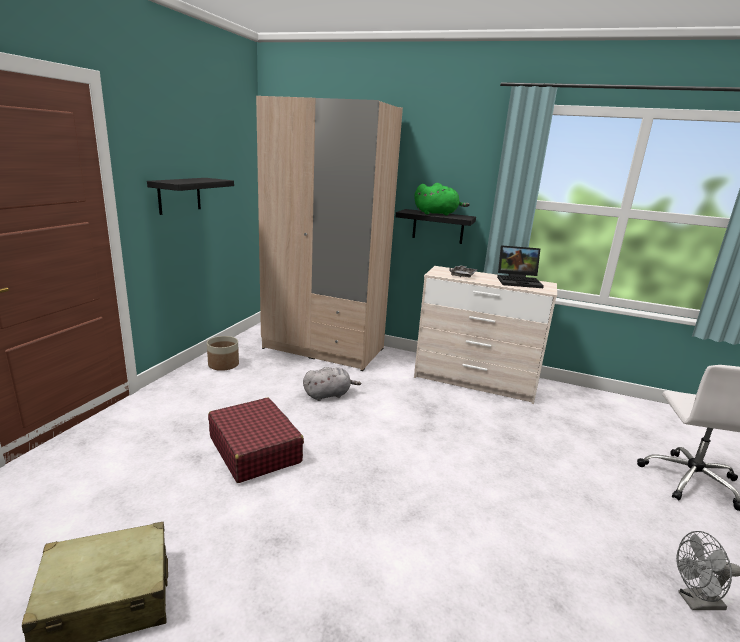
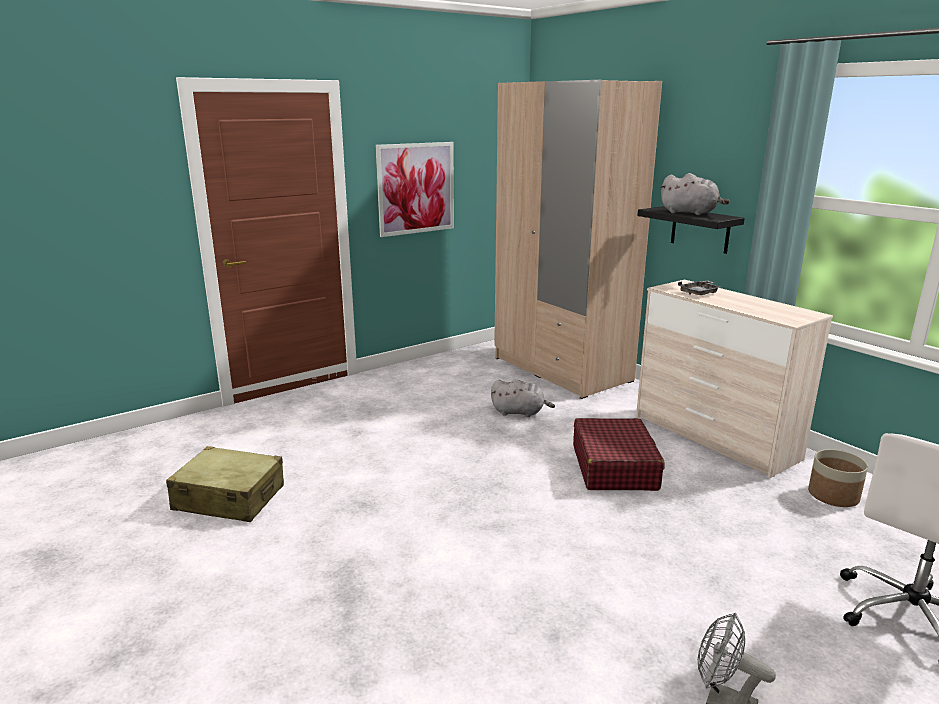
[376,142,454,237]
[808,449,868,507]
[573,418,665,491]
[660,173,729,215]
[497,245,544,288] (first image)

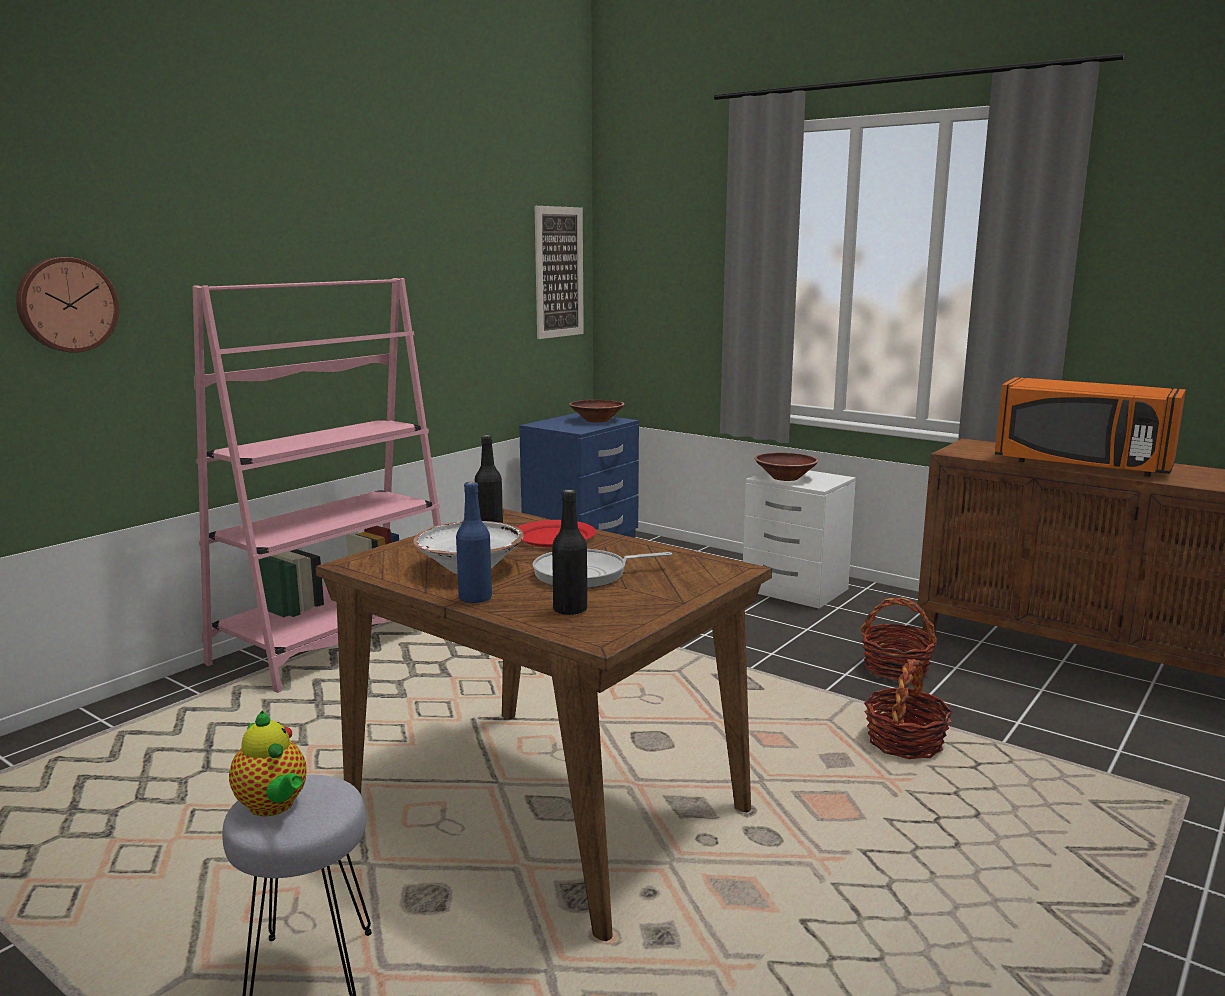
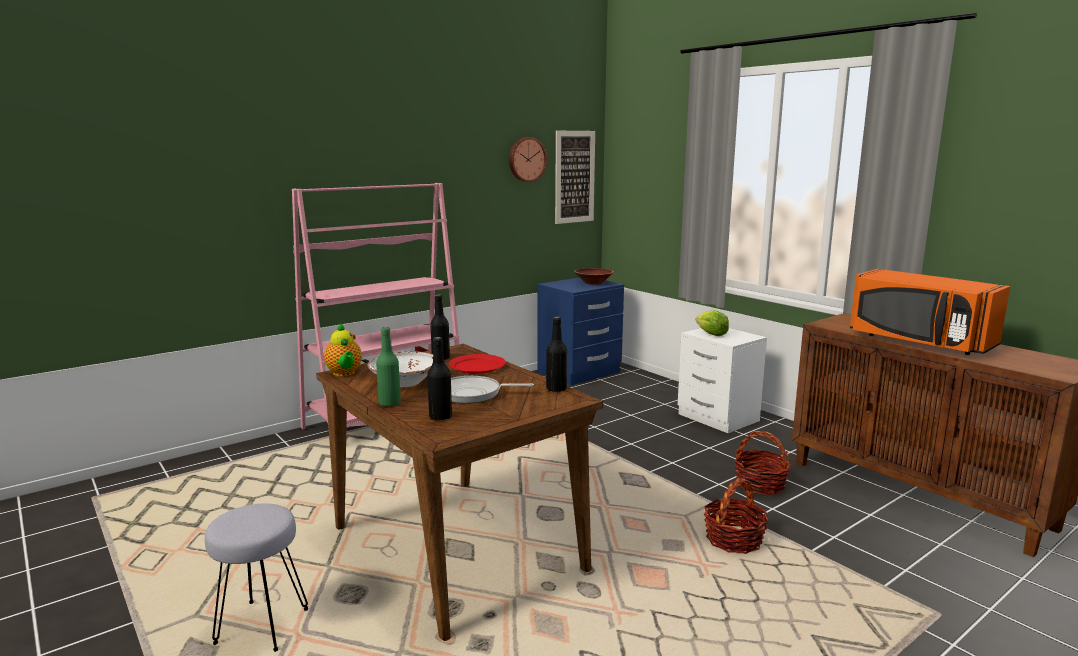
[509,137,547,182]
[324,322,362,376]
[376,327,401,407]
[696,310,729,336]
[546,317,567,392]

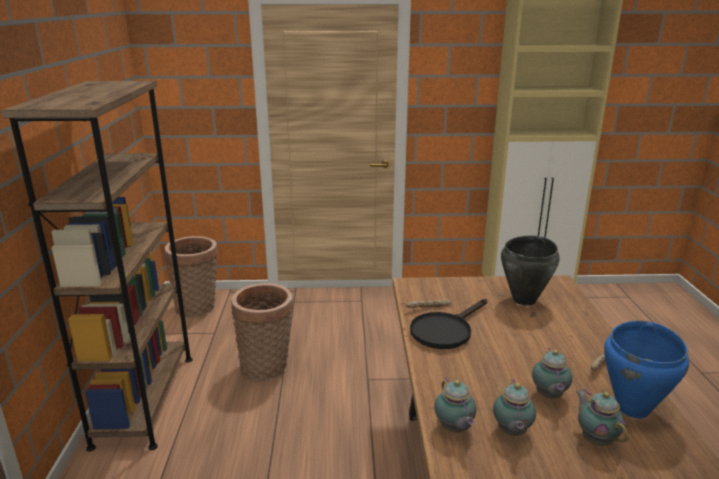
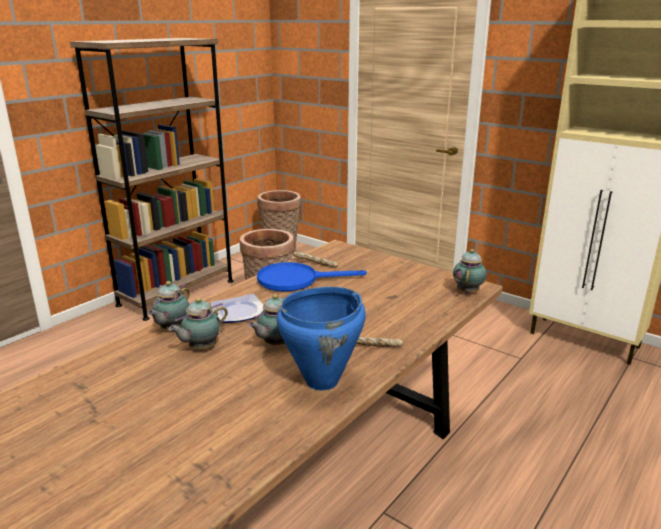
[257,262,367,292]
[501,236,559,306] (first image)
[453,249,487,294]
[210,294,263,323]

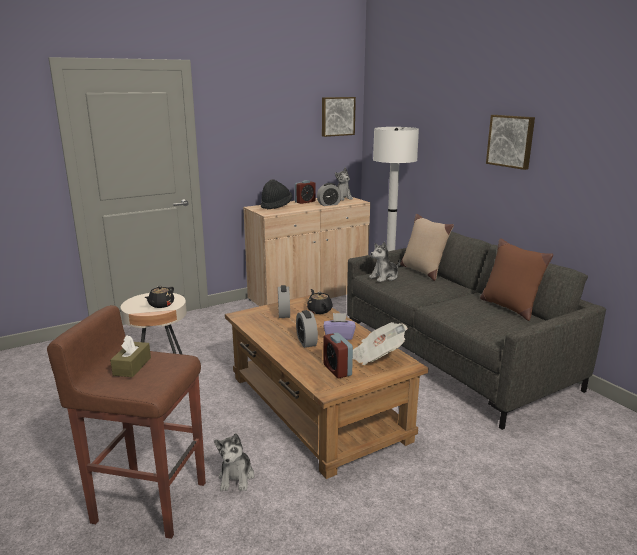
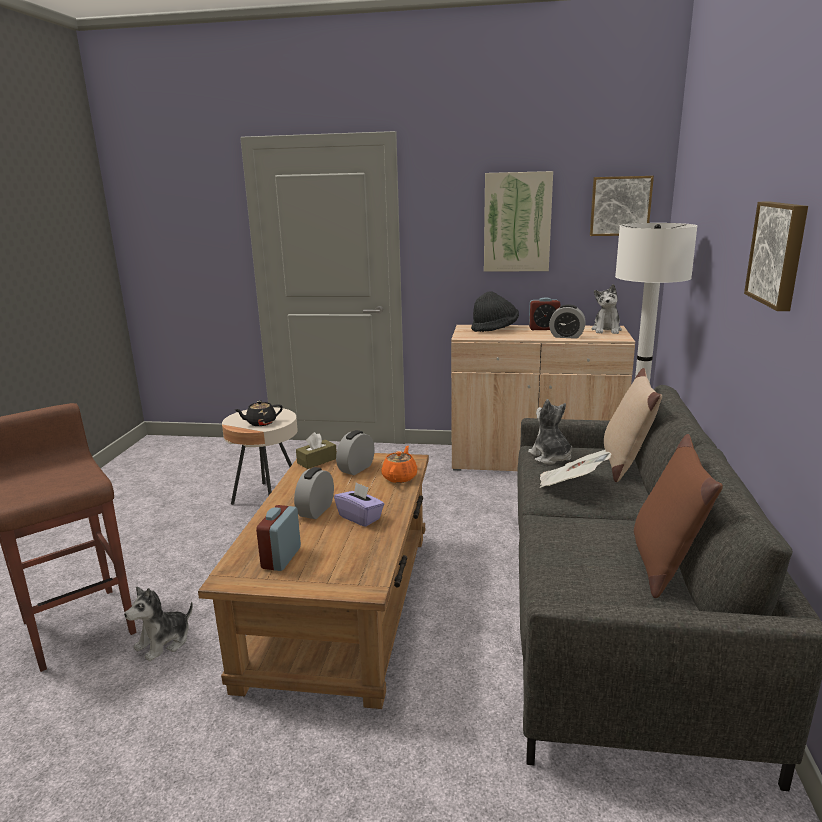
[296,432,337,469]
[381,446,417,483]
[540,450,611,488]
[528,399,572,465]
[484,171,553,272]

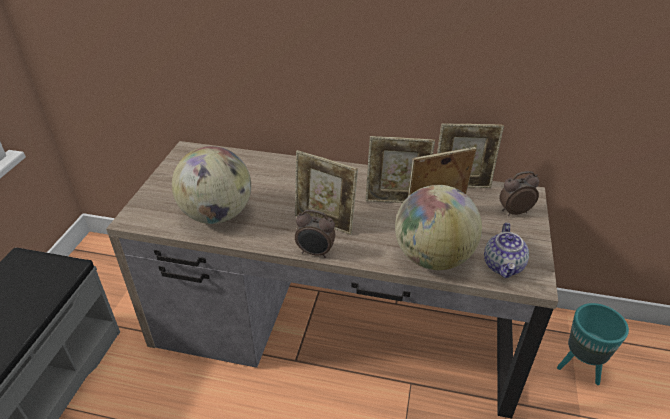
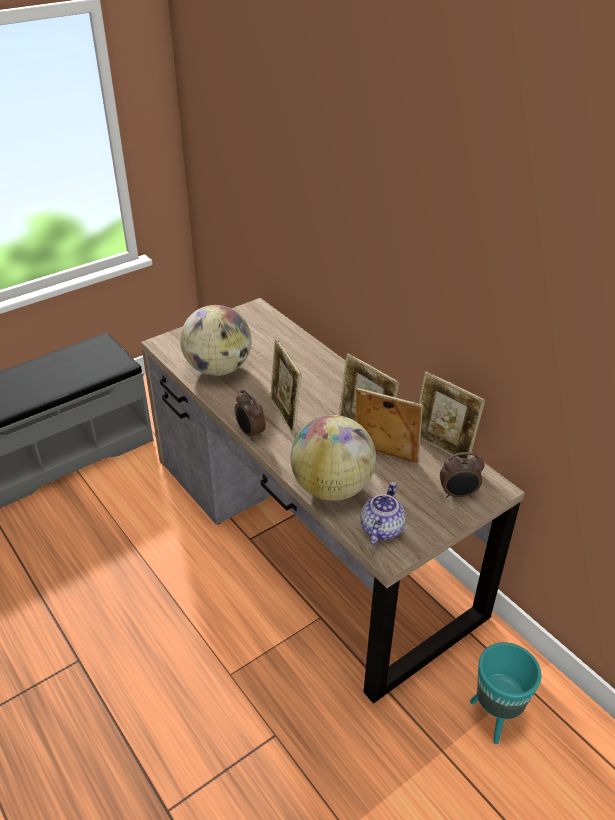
[360,482,406,545]
[440,452,485,498]

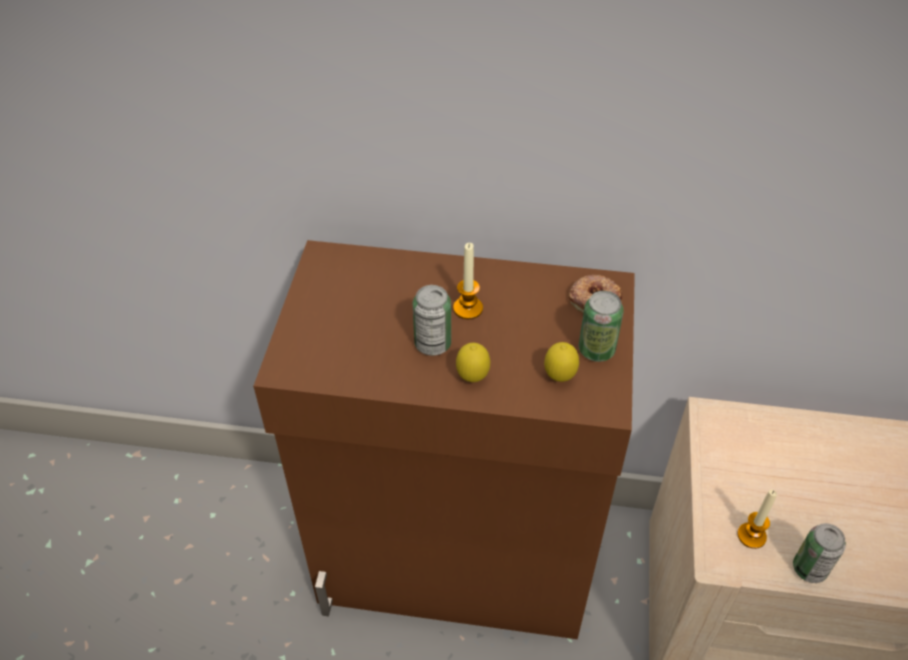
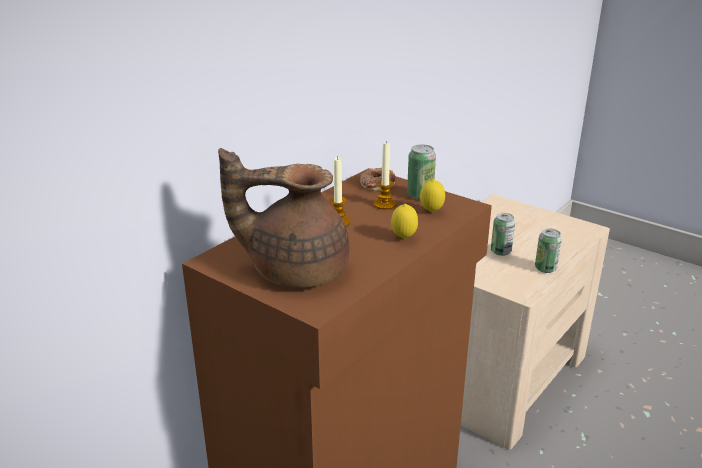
[491,213,515,256]
[373,140,396,210]
[218,148,350,287]

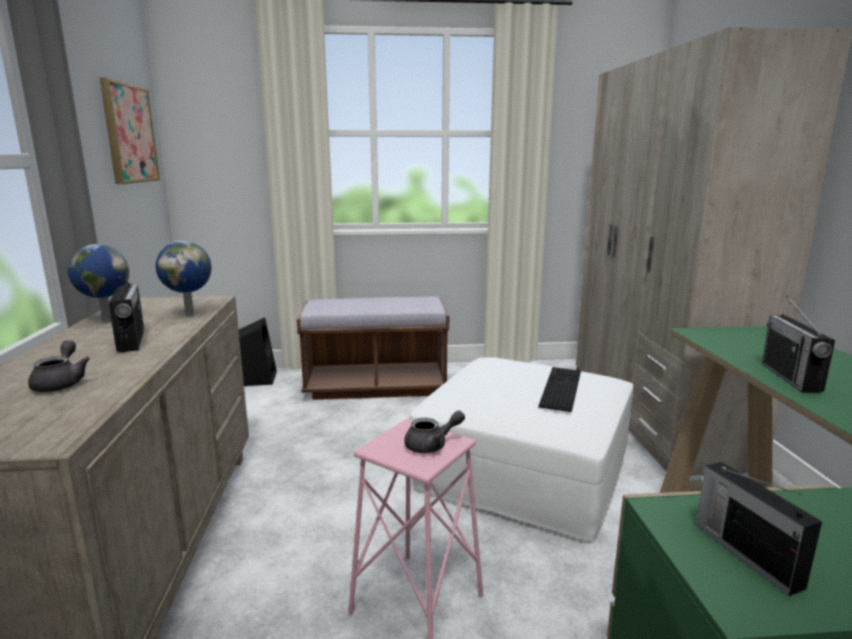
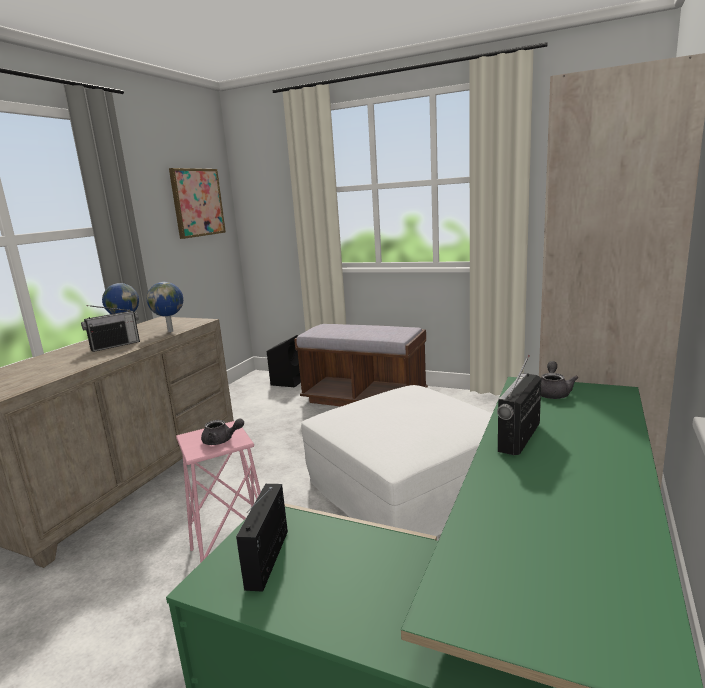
[541,361,578,399]
[81,305,140,352]
[538,367,581,412] (first image)

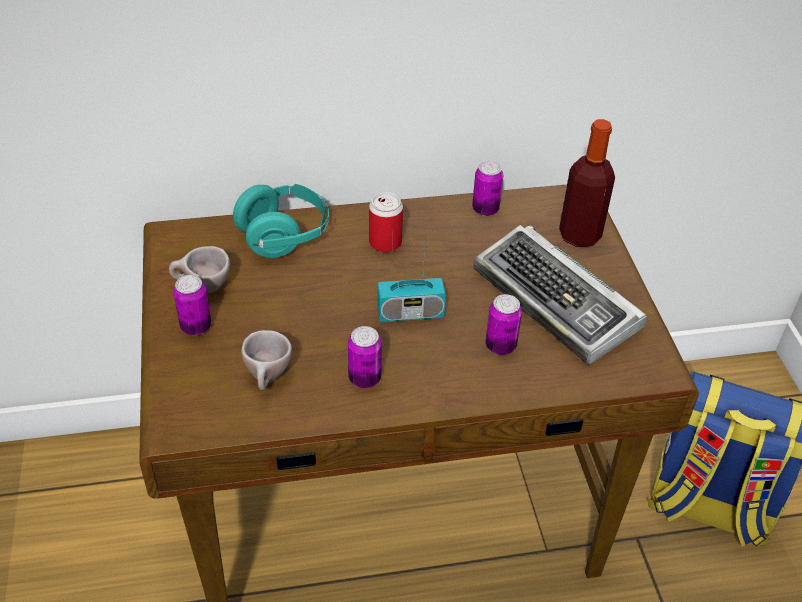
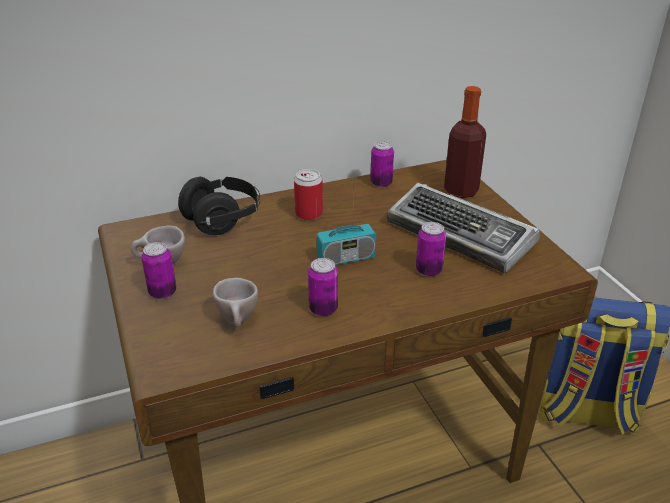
[178,177,260,235]

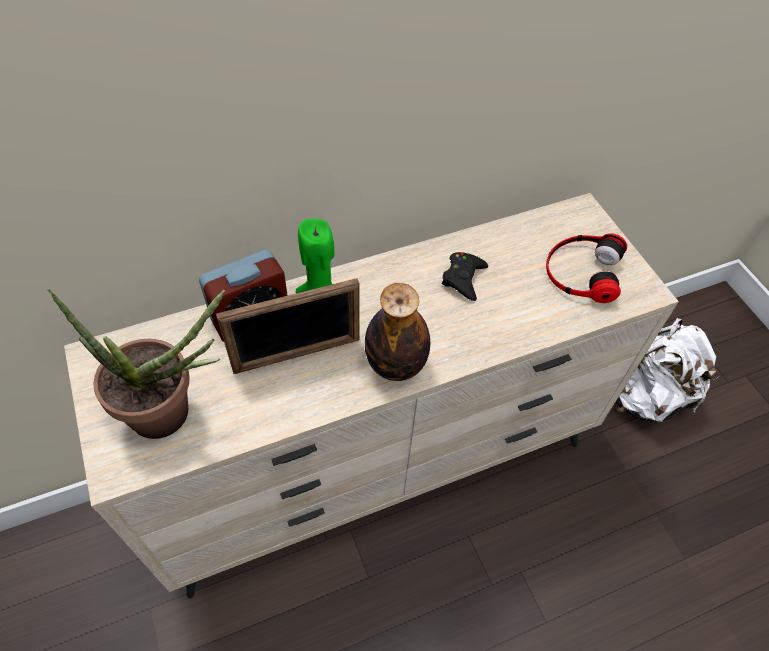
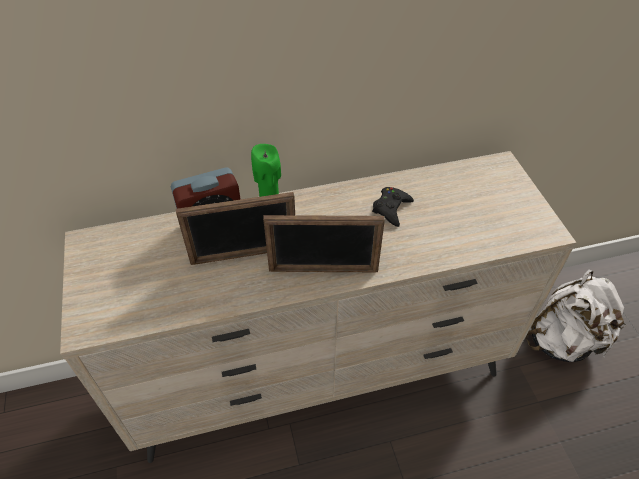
[47,288,225,439] (first image)
[263,215,385,272]
[546,233,627,303] (first image)

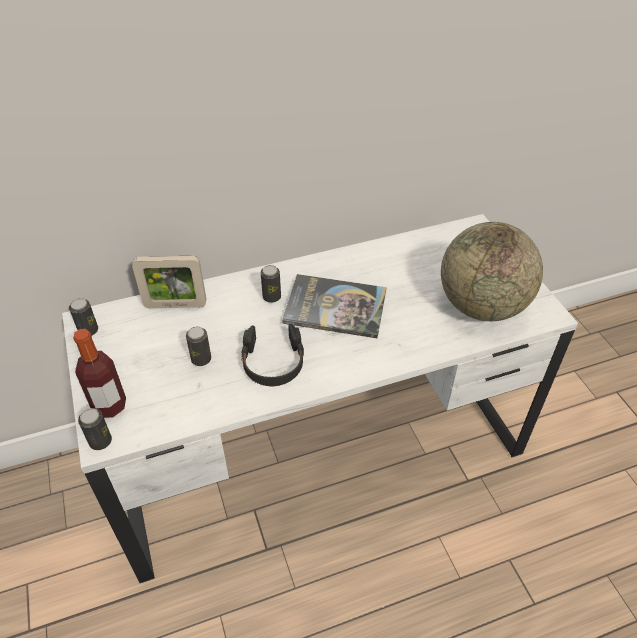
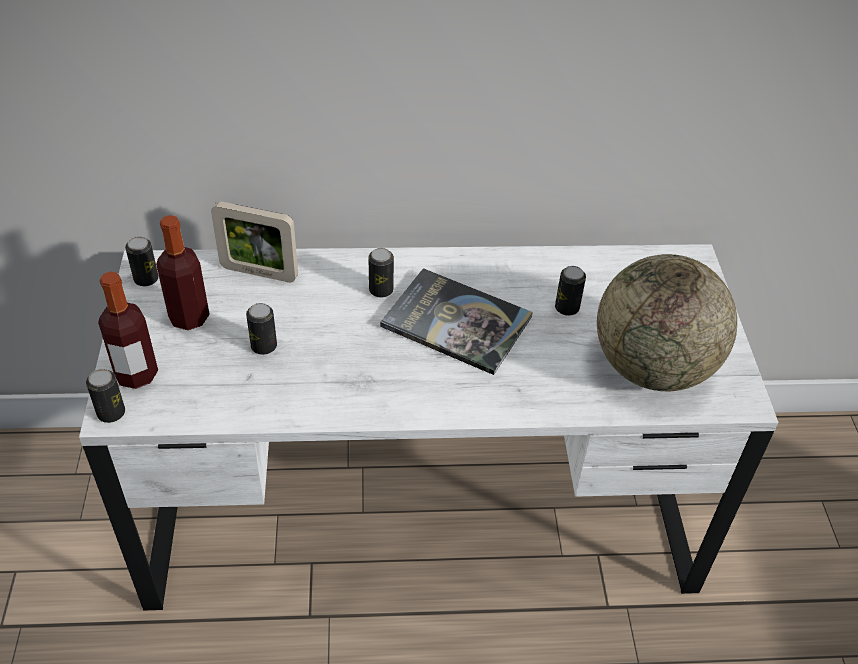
[241,324,304,386] (first image)
[156,215,210,330]
[555,266,586,316]

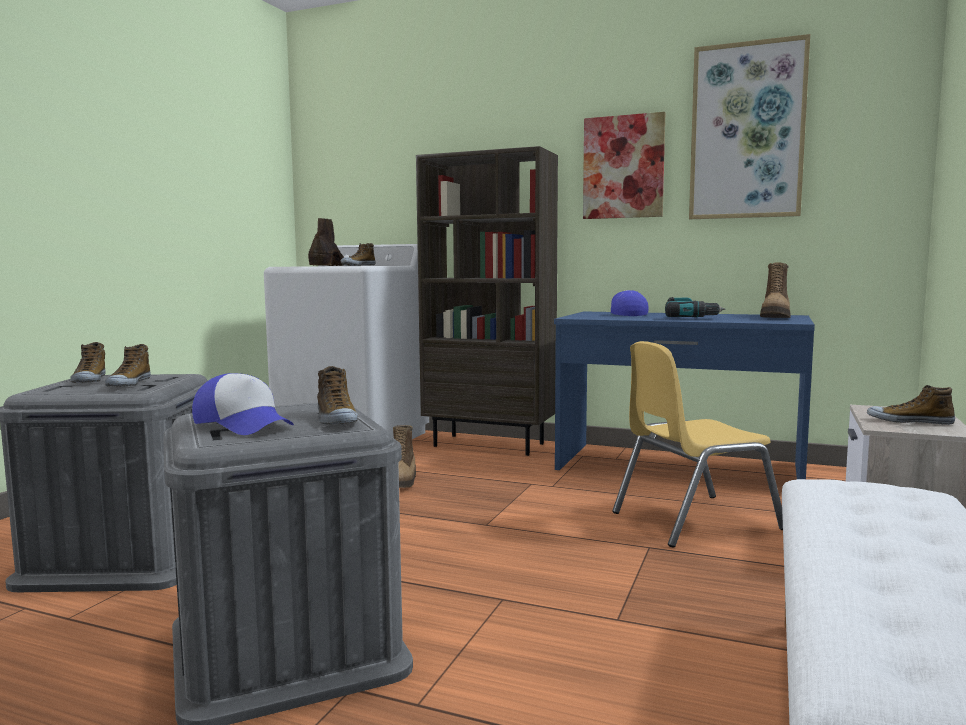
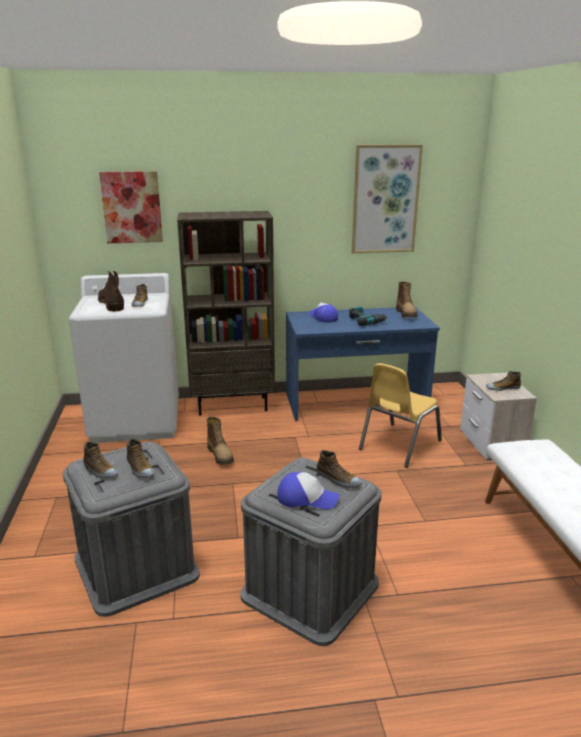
[99,171,163,243]

